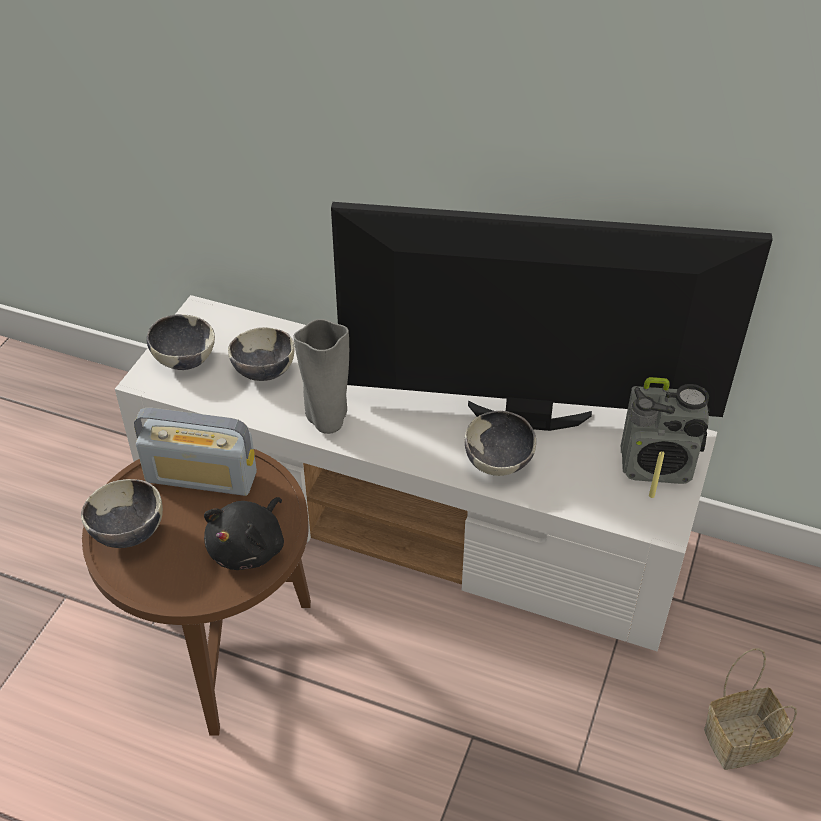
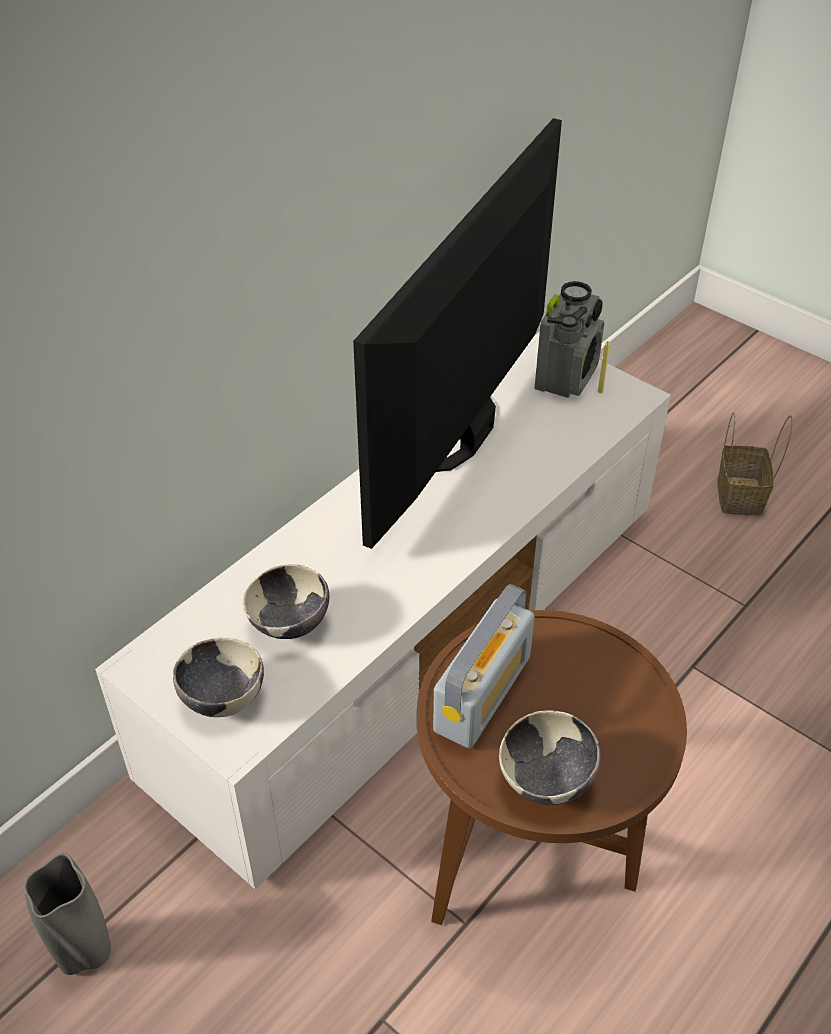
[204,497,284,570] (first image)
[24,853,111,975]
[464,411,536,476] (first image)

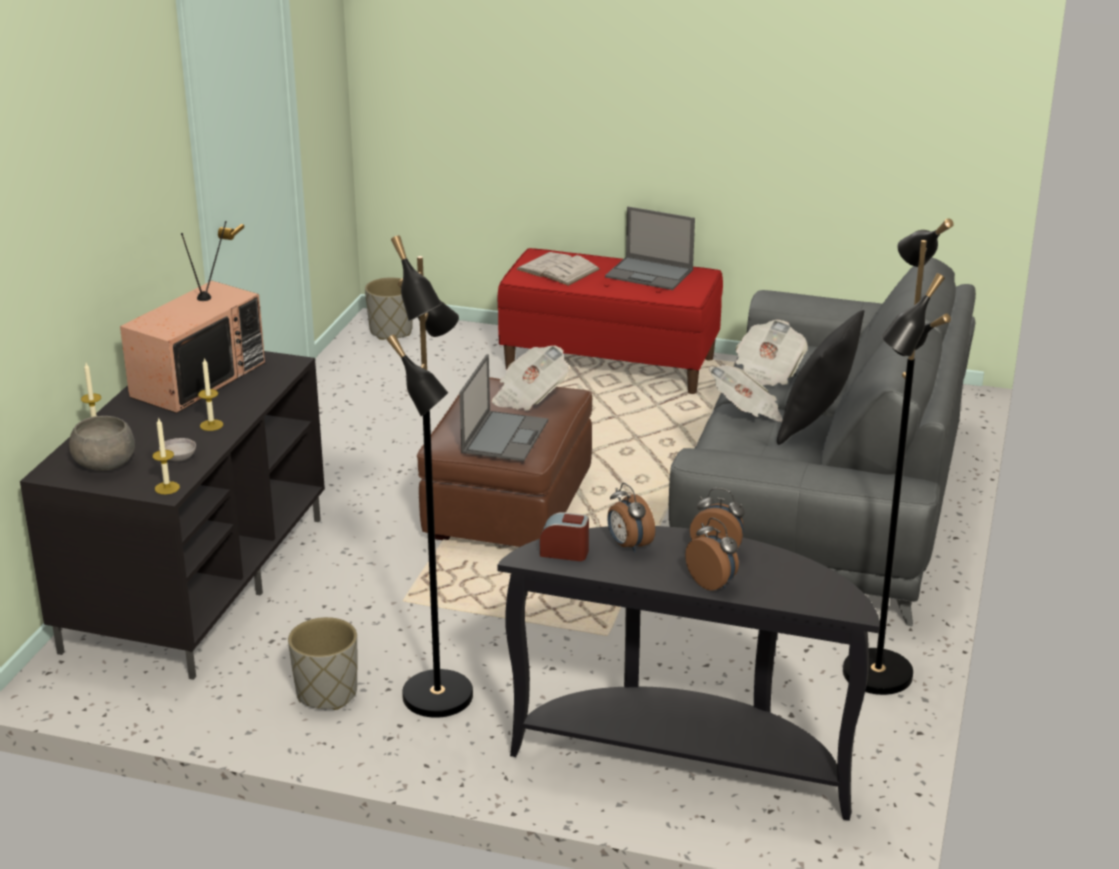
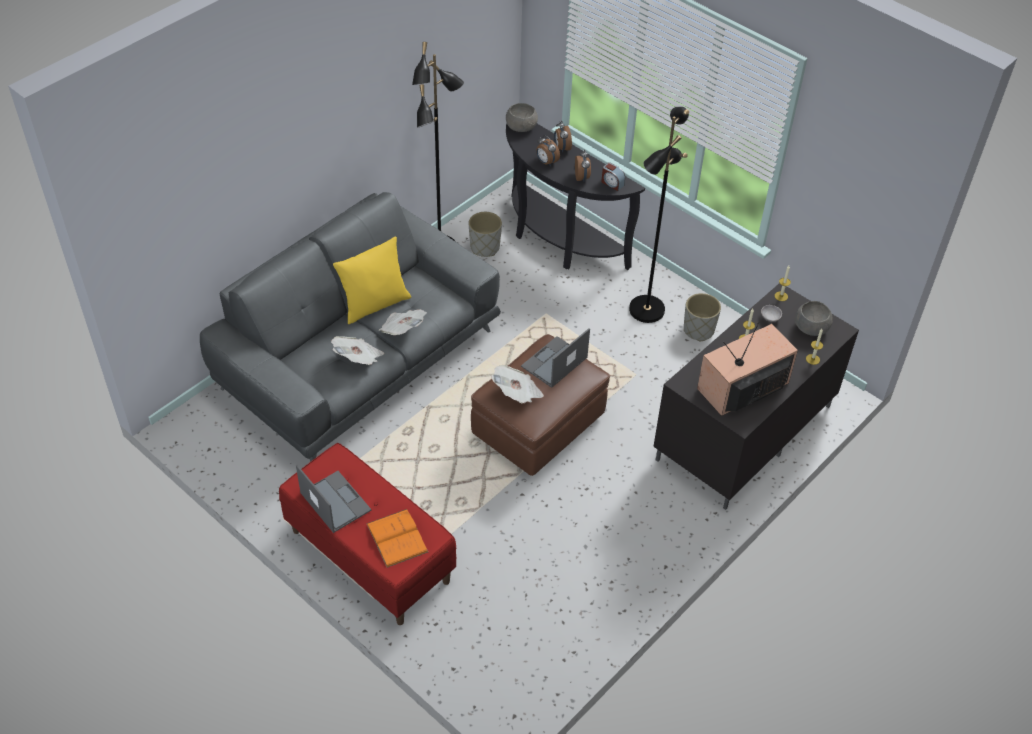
[469,212,502,257]
[366,509,428,568]
[333,237,411,324]
[506,103,538,132]

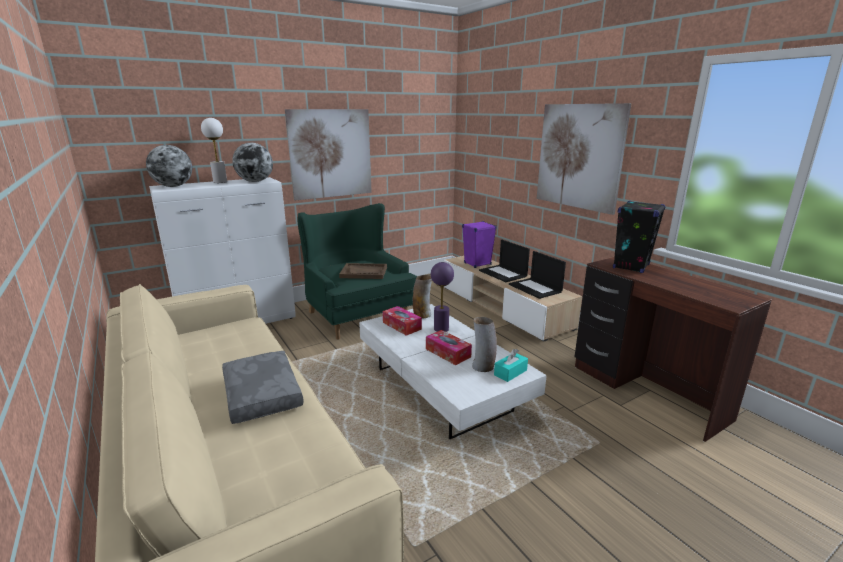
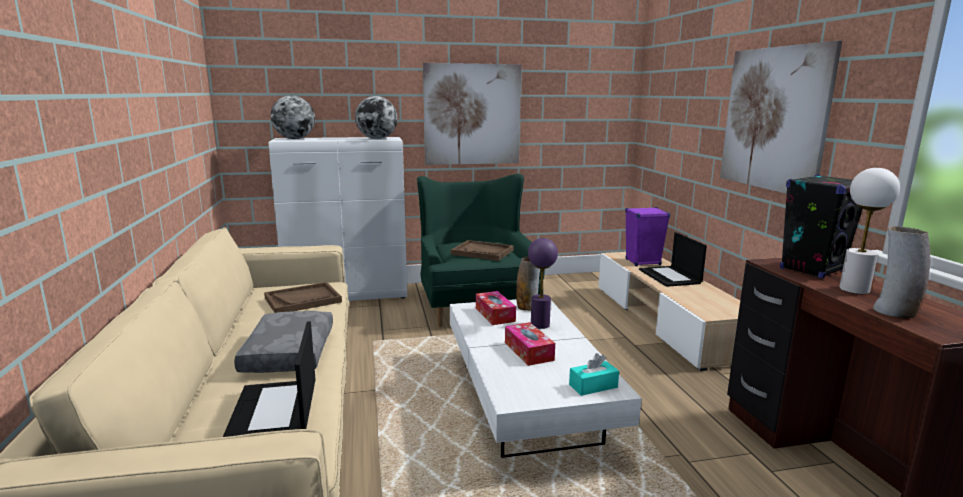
[839,168,900,294]
[873,226,930,318]
[223,321,316,437]
[264,282,342,313]

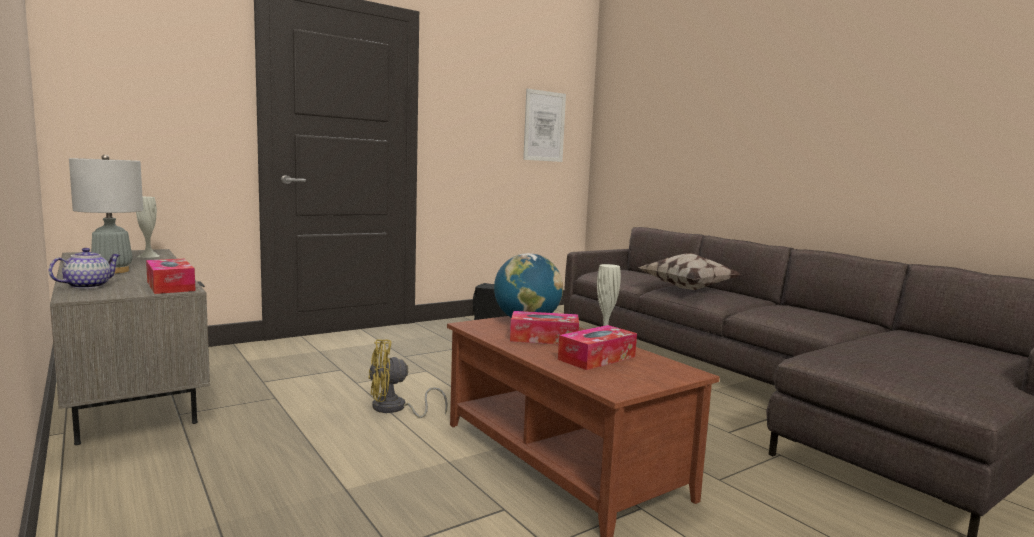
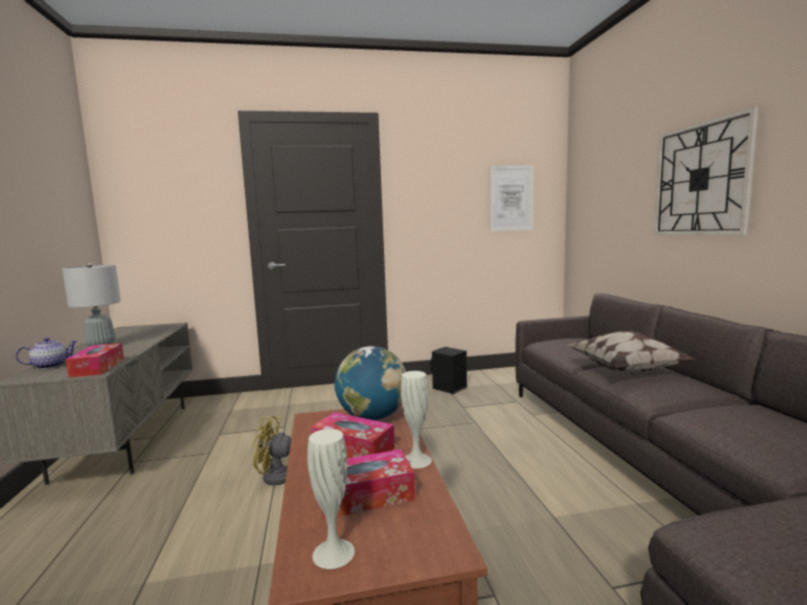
[307,429,355,569]
[654,107,759,235]

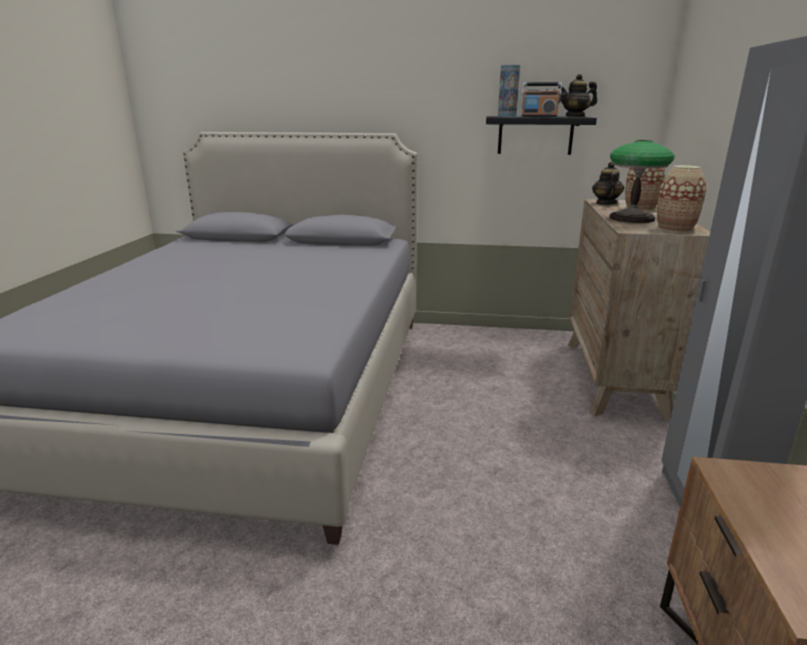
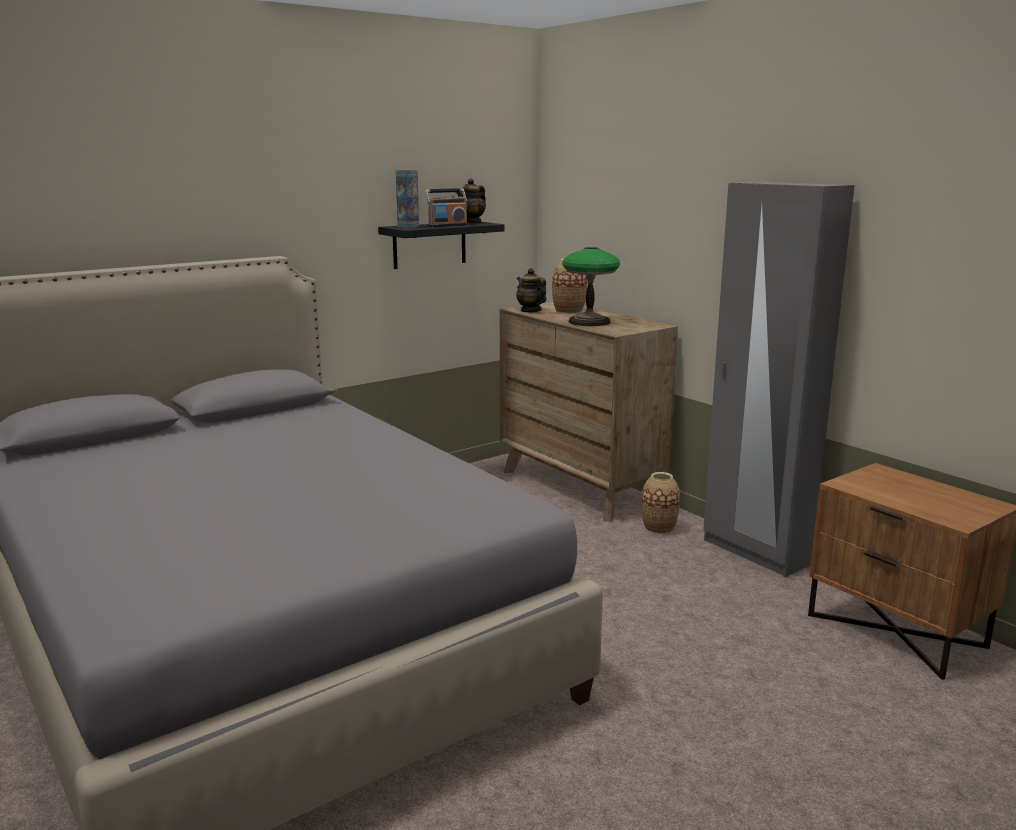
[641,472,680,534]

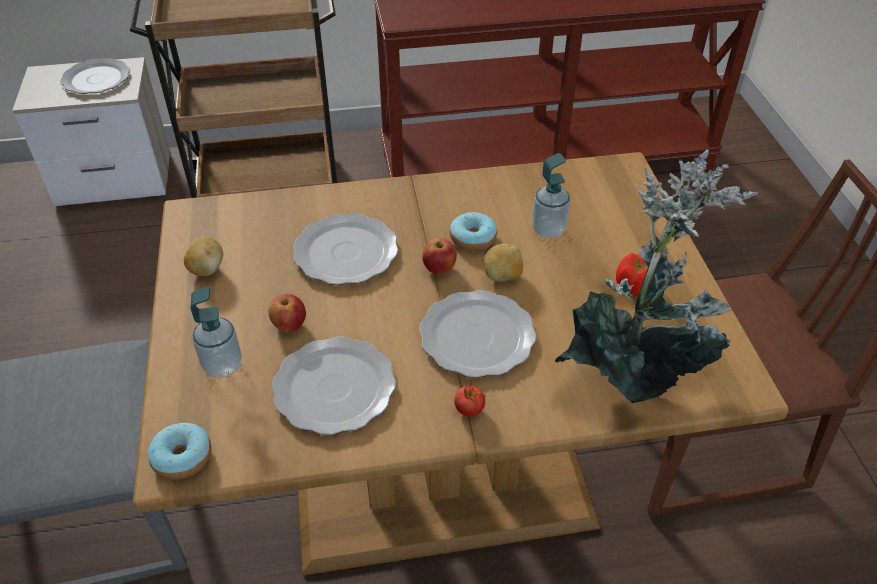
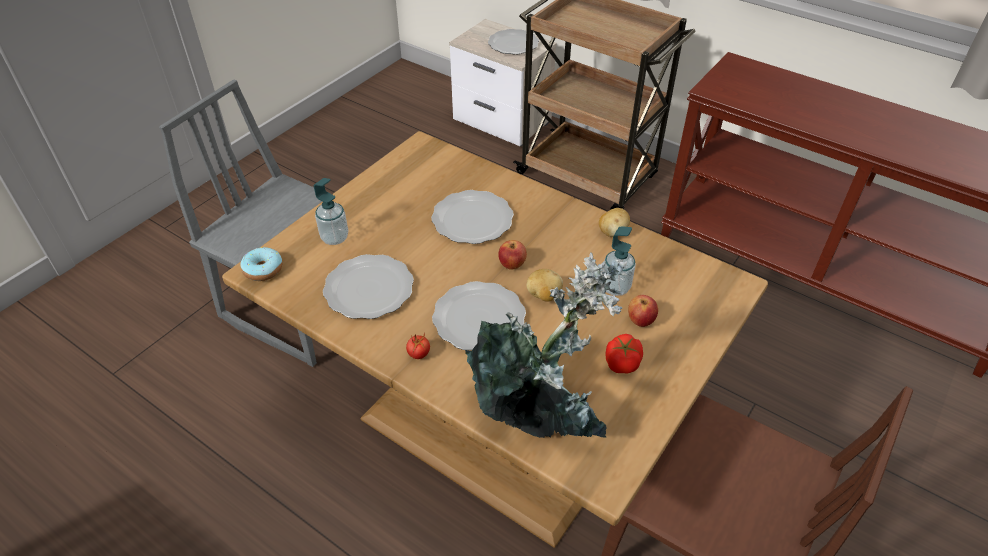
[599,208,630,237]
[628,295,658,327]
[450,212,497,251] (first image)

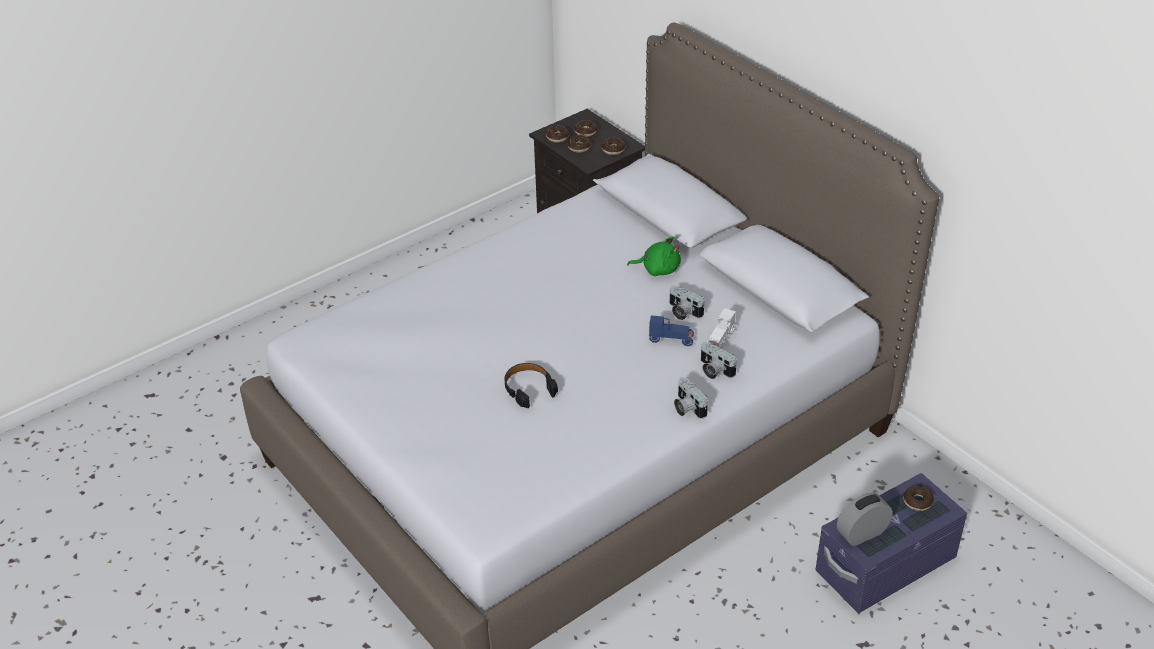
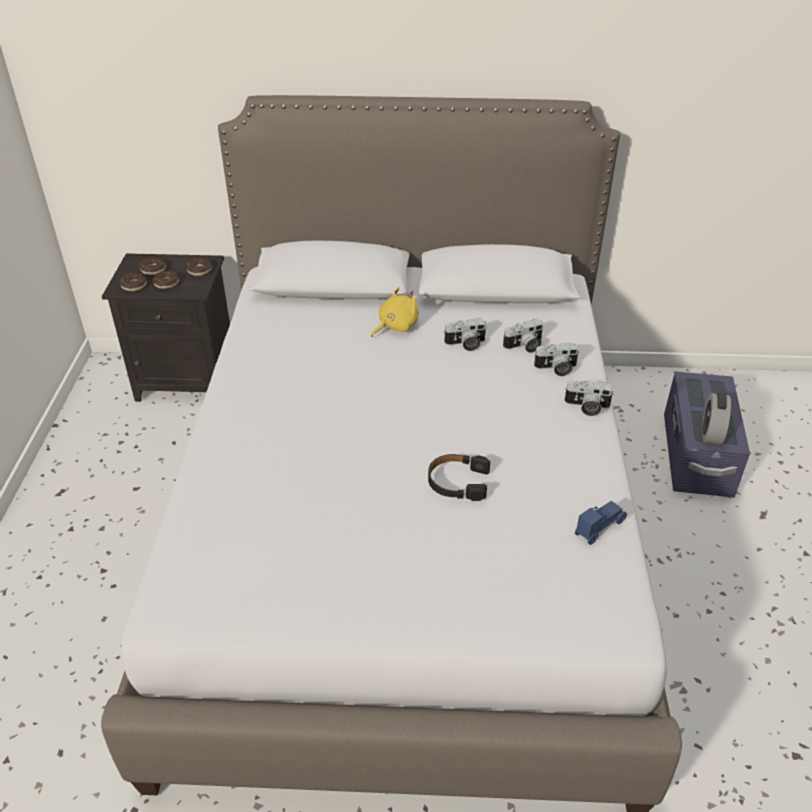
[371,287,419,337]
[575,501,627,545]
[503,319,543,353]
[903,486,934,511] (first image)

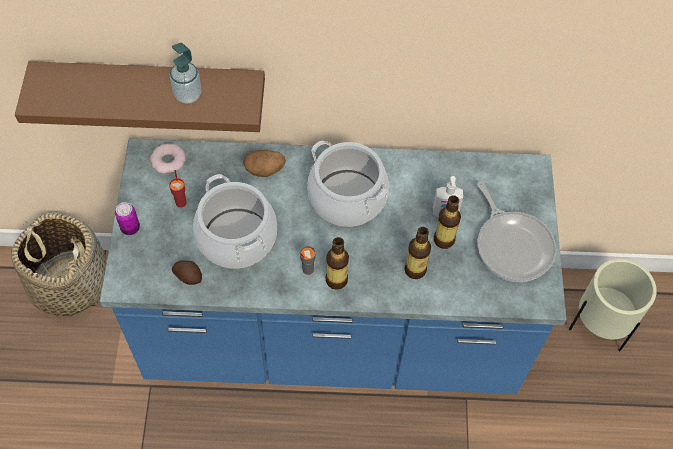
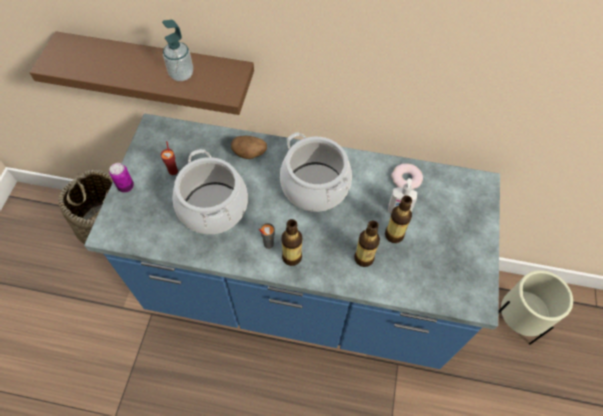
[391,163,423,190]
[172,260,202,285] (first image)
[477,182,556,282] (first image)

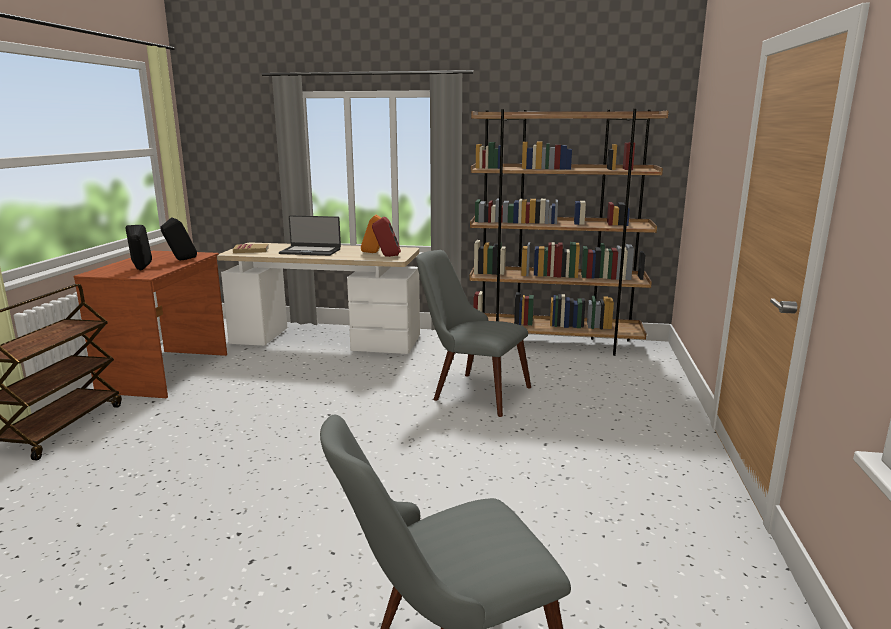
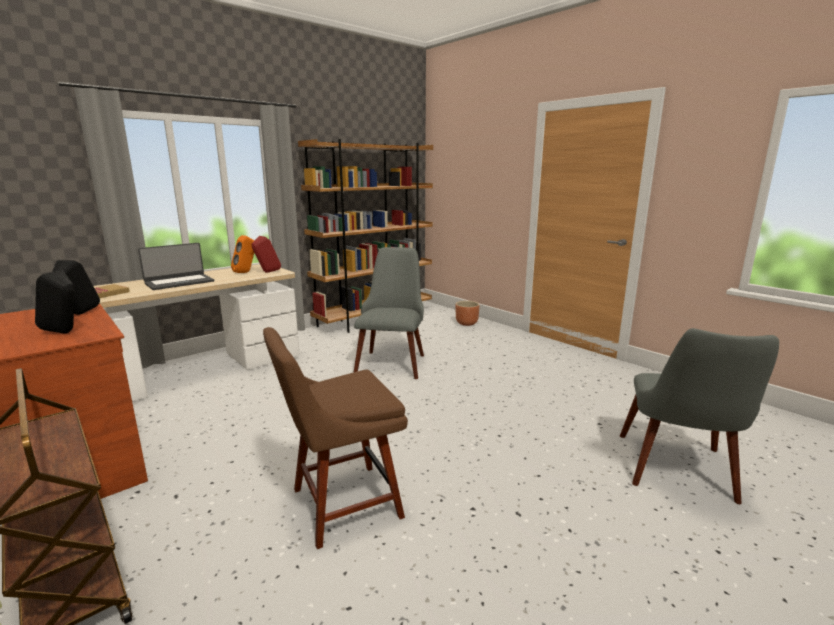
[354,247,424,379]
[263,327,408,549]
[456,301,479,326]

